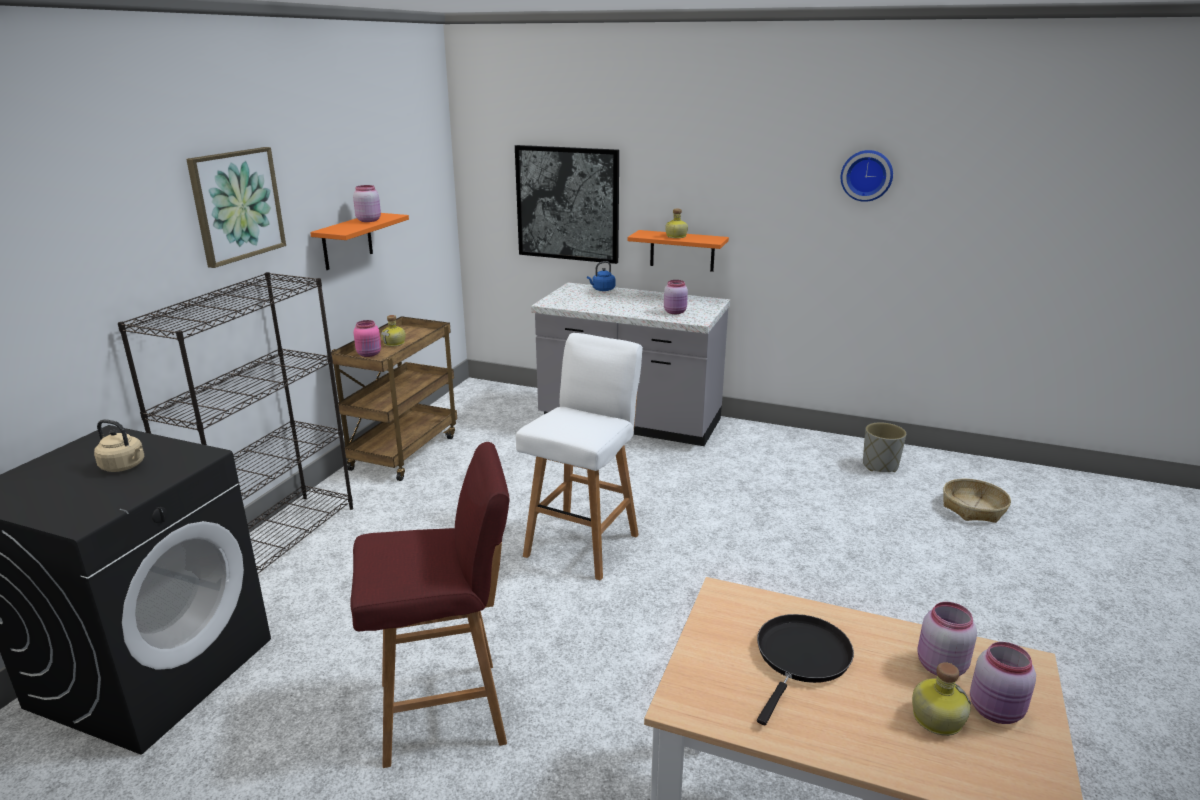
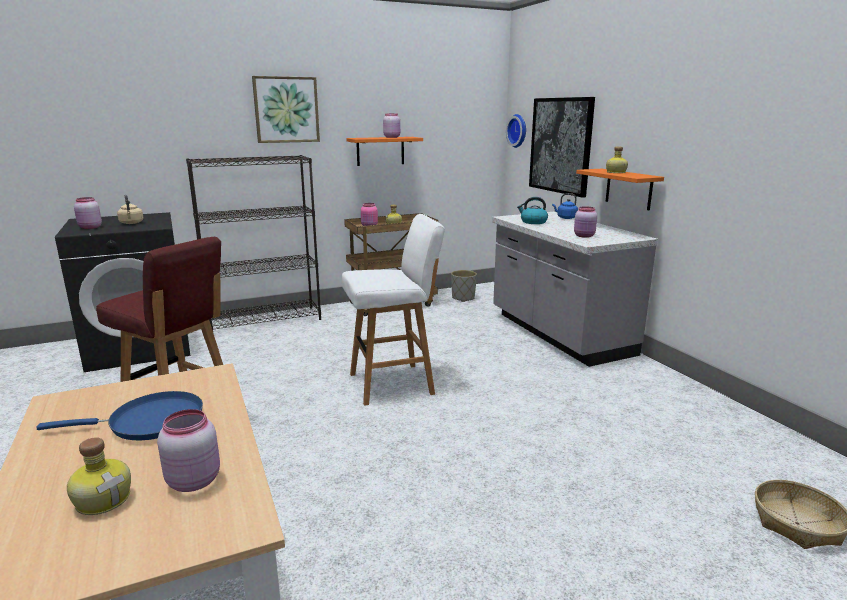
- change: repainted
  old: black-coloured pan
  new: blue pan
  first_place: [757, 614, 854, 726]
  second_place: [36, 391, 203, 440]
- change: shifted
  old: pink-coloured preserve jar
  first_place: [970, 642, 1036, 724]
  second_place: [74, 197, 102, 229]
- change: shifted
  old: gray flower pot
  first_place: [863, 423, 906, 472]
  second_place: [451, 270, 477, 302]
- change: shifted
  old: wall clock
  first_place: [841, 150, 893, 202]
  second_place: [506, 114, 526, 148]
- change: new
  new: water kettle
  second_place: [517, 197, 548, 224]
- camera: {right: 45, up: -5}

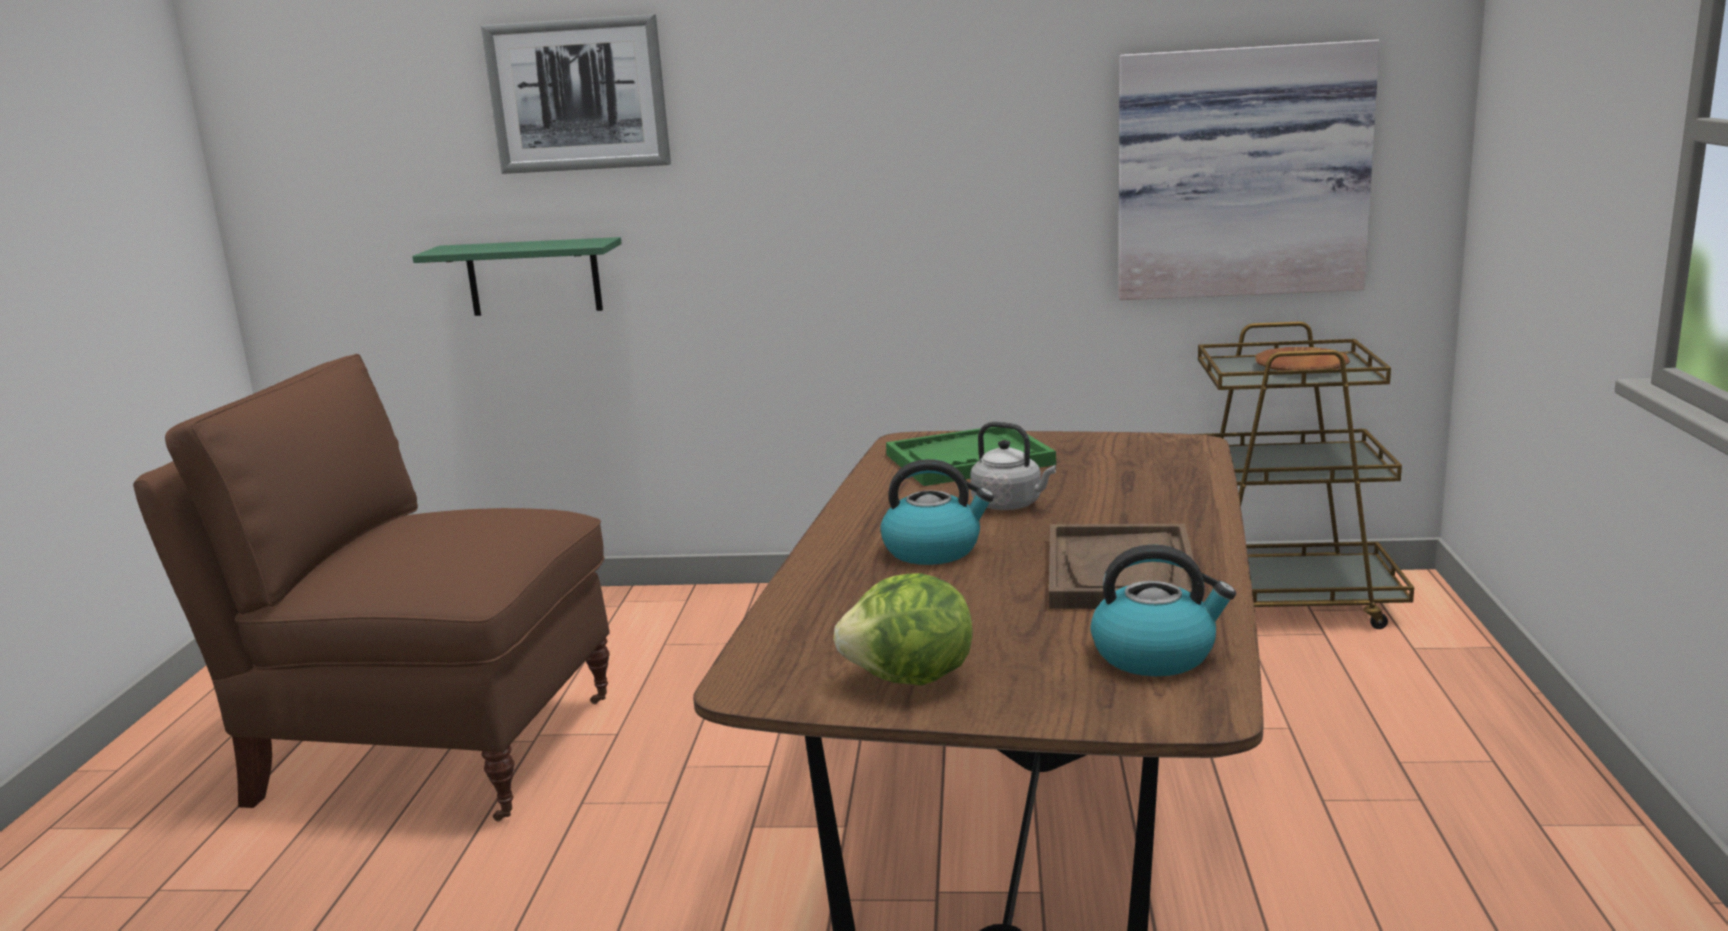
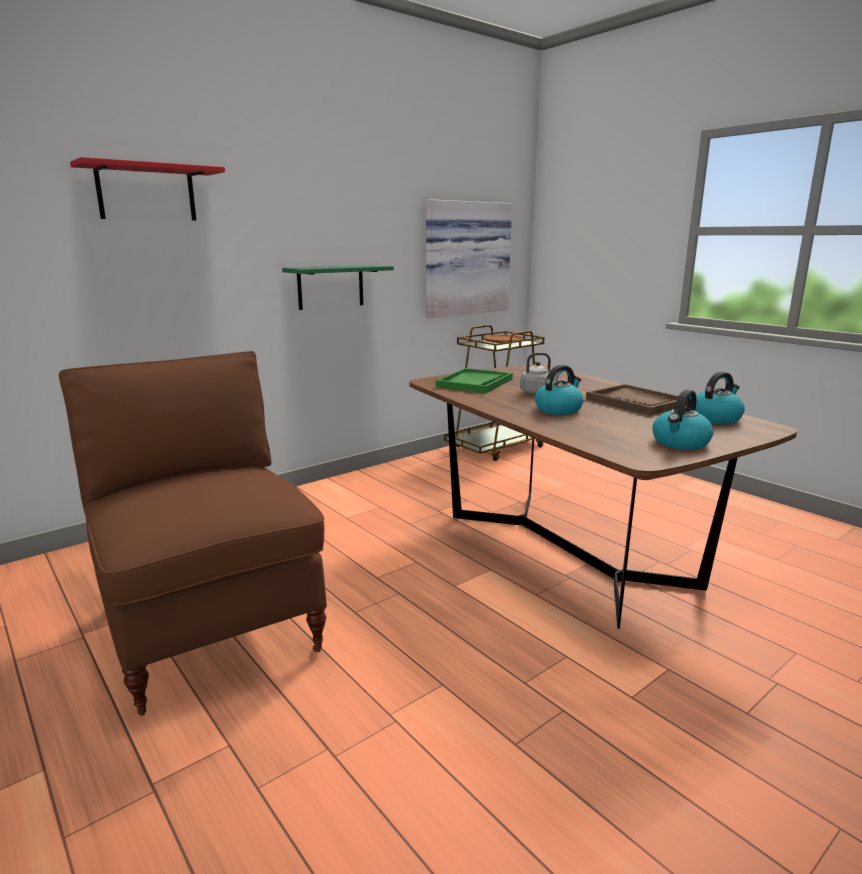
- change: rotated
  old: brown-coloured plain chair
  first_place: [133, 354, 610, 821]
  second_place: [59, 351, 327, 716]
  degrees: 90
- change: swapped
  old: picture
  new: reddish wall shelf
  first_place: [481, 14, 671, 174]
  second_place: [70, 157, 225, 221]
- change: shifted
  old: green-coloured wall shelf
  first_place: [412, 237, 622, 316]
  second_place: [282, 265, 394, 310]
- change: swapped
  old: lettuce head
  new: water kettle
  first_place: [833, 573, 972, 685]
  second_place: [652, 389, 714, 450]
- camera: {right: -45, up: 0}

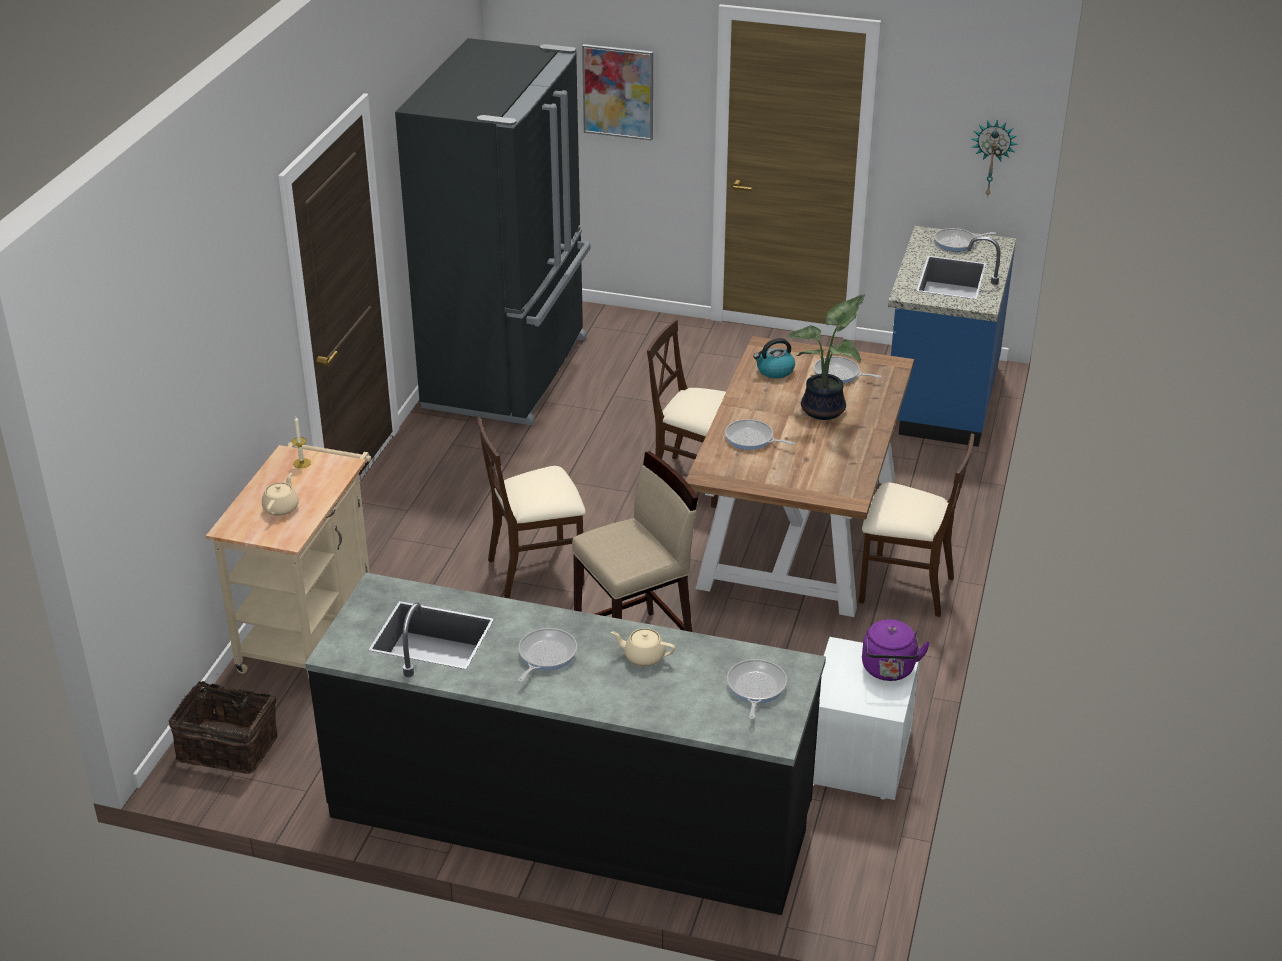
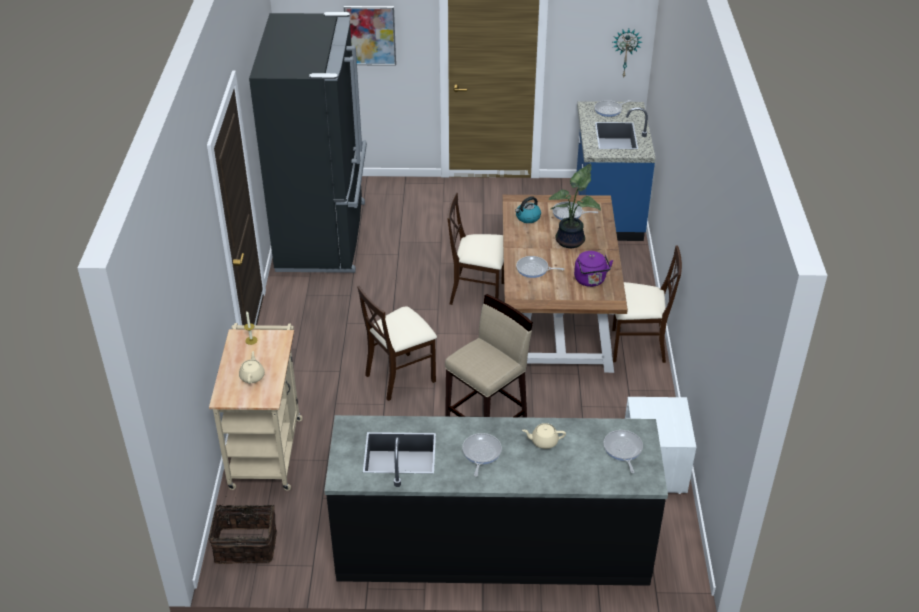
- change: shifted
  old: purple water kettle
  first_place: [862, 619, 930, 681]
  second_place: [574, 251, 613, 287]
- camera: {right: -15, up: 5}

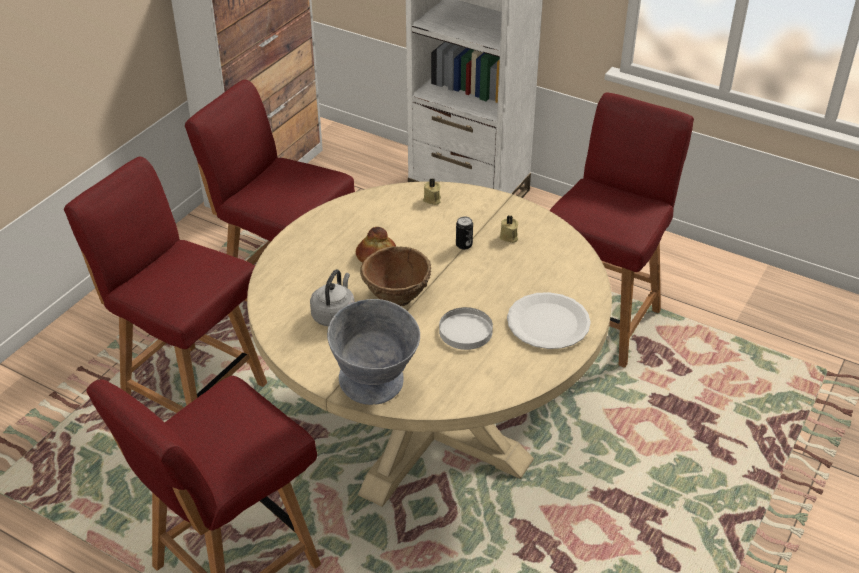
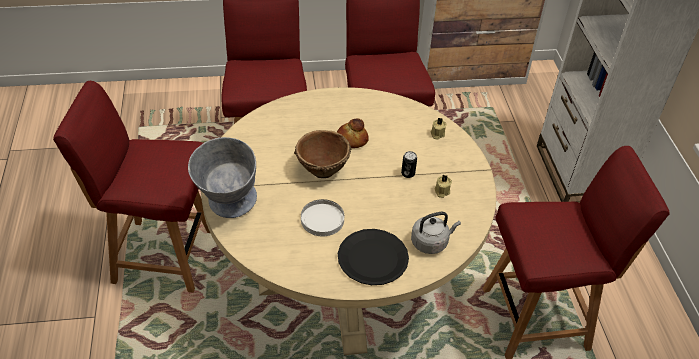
- change: repainted
  old: white dinner plate
  new: black-coloured dinner plate
  first_place: [507, 292, 591, 349]
  second_place: [338, 229, 409, 285]
- change: shifted
  old: gray water kettle
  first_place: [310, 269, 355, 326]
  second_place: [411, 212, 461, 254]
- camera: {right: 50, up: 5}

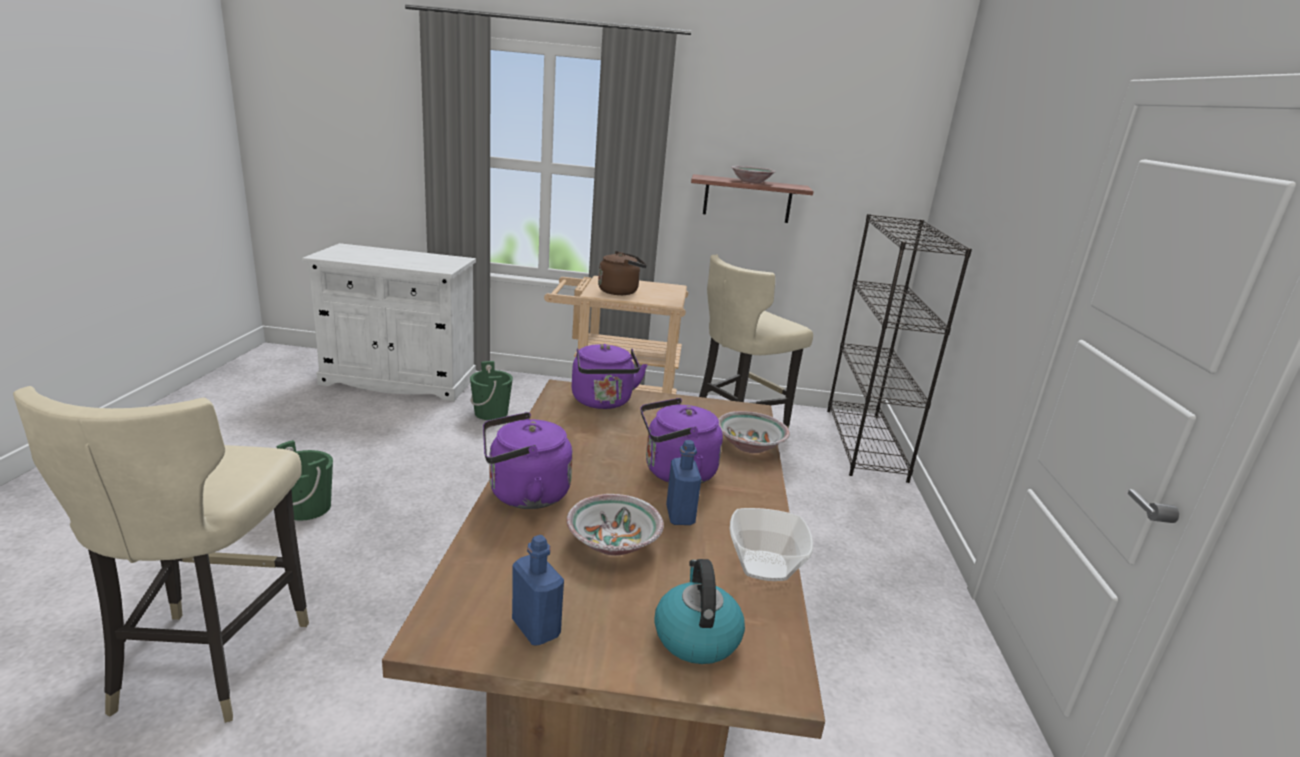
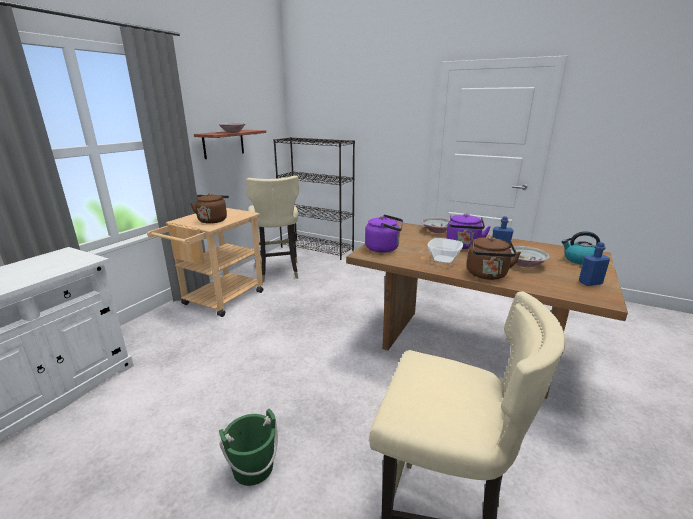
- change: shifted
  old: serving bowl
  first_place: [730, 508, 813, 581]
  second_place: [427, 238, 463, 264]
- change: repainted
  old: purple water kettle
  new: brown-coloured water kettle
  first_place: [483, 412, 573, 509]
  second_place: [467, 237, 521, 280]
- change: gone
  old: green-coloured bucket
  first_place: [470, 361, 513, 420]
- camera: {right: -65, up: 0}

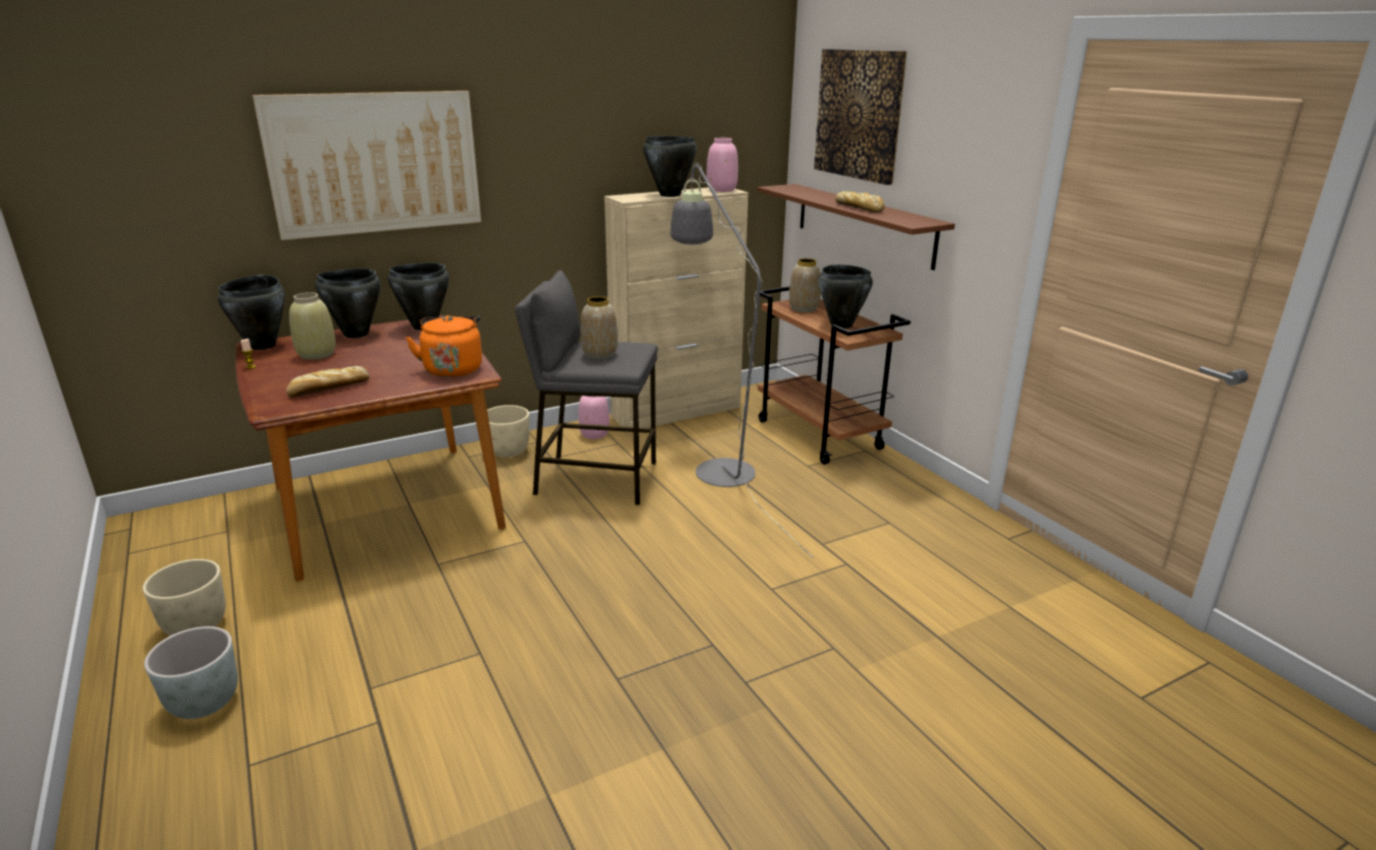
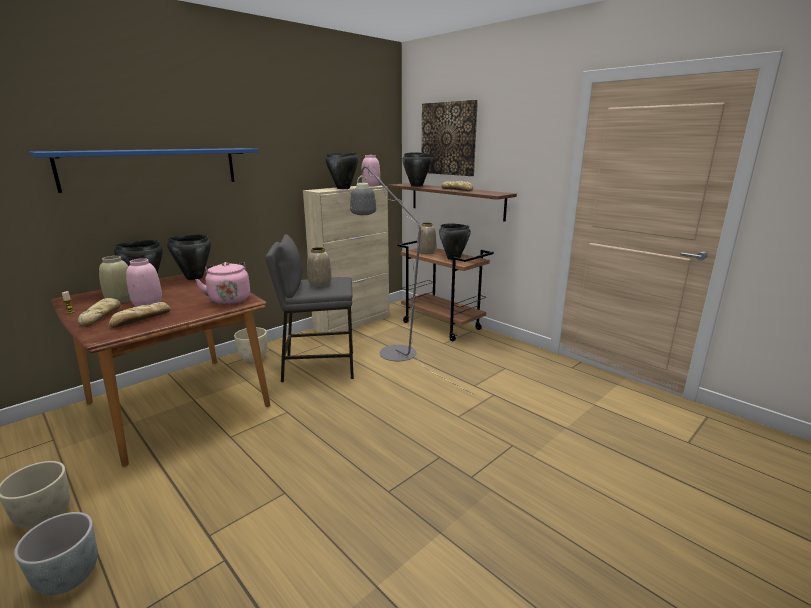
- change: swapped
  old: picture
  new: blue wall shelf
  first_place: [252, 91, 481, 240]
  second_place: [29, 148, 258, 193]
- change: new
  new: bread
  second_place: [78, 298, 121, 327]
- change: shifted
  old: pink-coloured vase
  first_place: [578, 396, 609, 439]
  second_place: [126, 258, 162, 307]
- change: repainted
  old: orangey water kettle
  new: pink-coloured water kettle
  first_place: [405, 315, 482, 377]
  second_place: [195, 262, 250, 304]
- change: shifted
  old: black-coloured stockpot
  first_place: [217, 274, 285, 350]
  second_place: [402, 152, 432, 187]
- camera: {right: -15, up: -5}

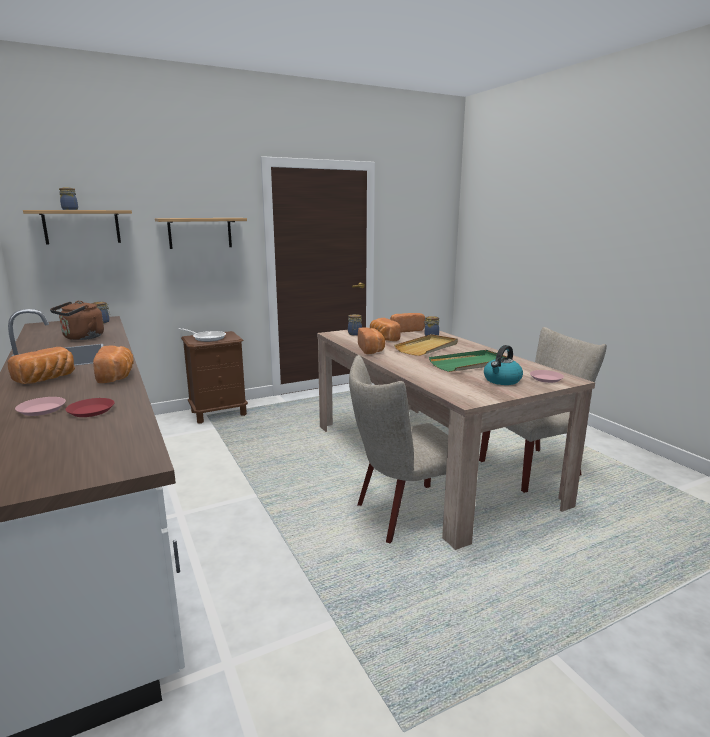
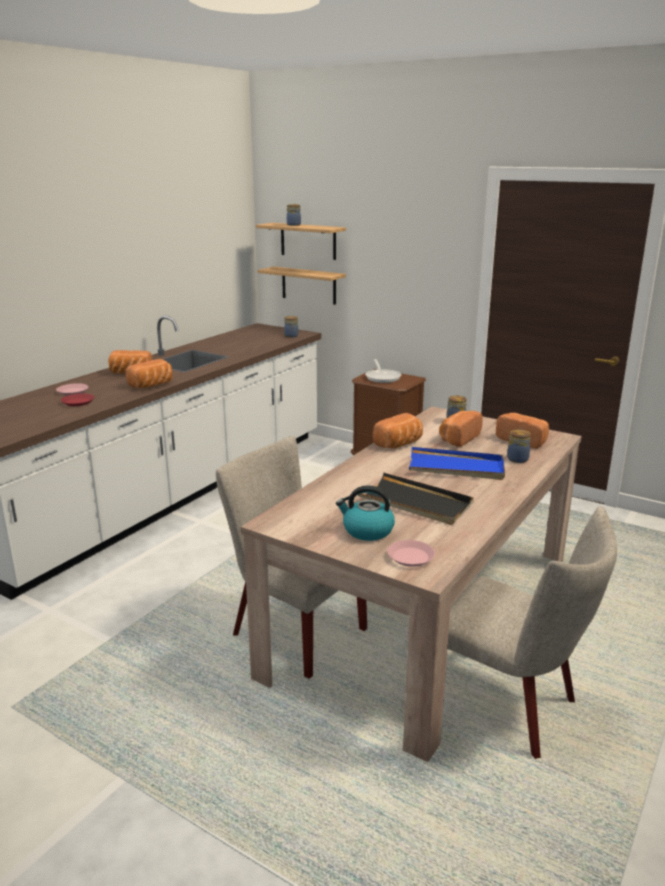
- change: shifted
  old: wall shelf
  first_place: [155, 218, 247, 249]
  second_place: [258, 266, 346, 305]
- change: repainted
  old: green-coloured serving tray
  new: black-coloured serving tray
  first_place: [429, 350, 507, 372]
  second_place: [358, 473, 474, 525]
- change: repainted
  old: sand-coloured serving tray
  new: blue serving tray
  first_place: [394, 334, 458, 356]
  second_place: [409, 447, 505, 480]
- change: gone
  old: brown-coloured water kettle
  first_place: [50, 301, 104, 340]
- camera: {right: 60, up: 5}

